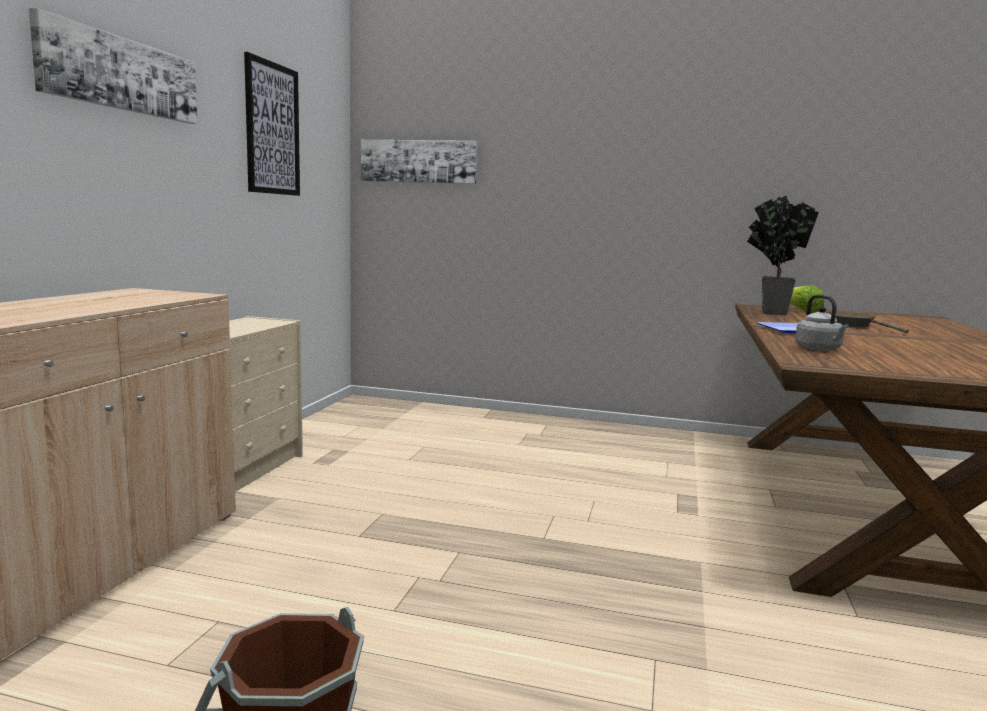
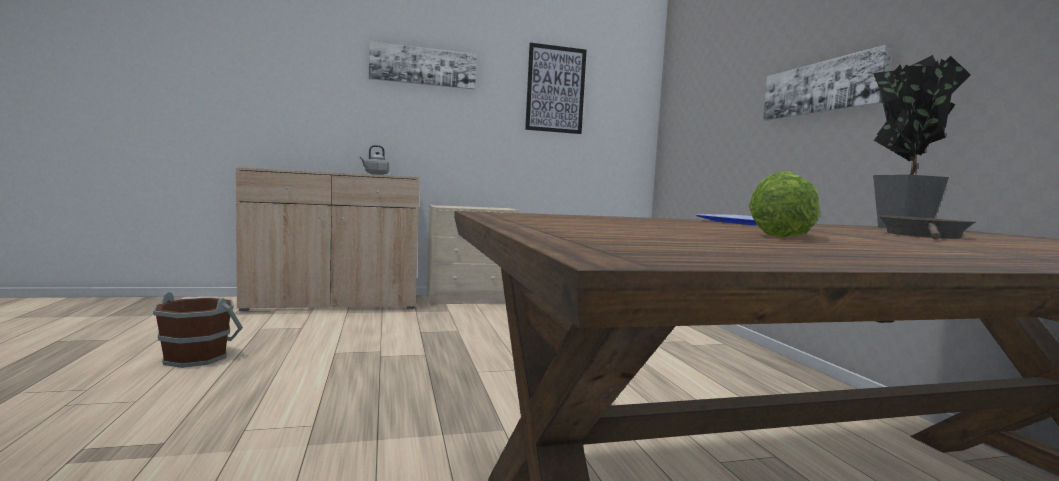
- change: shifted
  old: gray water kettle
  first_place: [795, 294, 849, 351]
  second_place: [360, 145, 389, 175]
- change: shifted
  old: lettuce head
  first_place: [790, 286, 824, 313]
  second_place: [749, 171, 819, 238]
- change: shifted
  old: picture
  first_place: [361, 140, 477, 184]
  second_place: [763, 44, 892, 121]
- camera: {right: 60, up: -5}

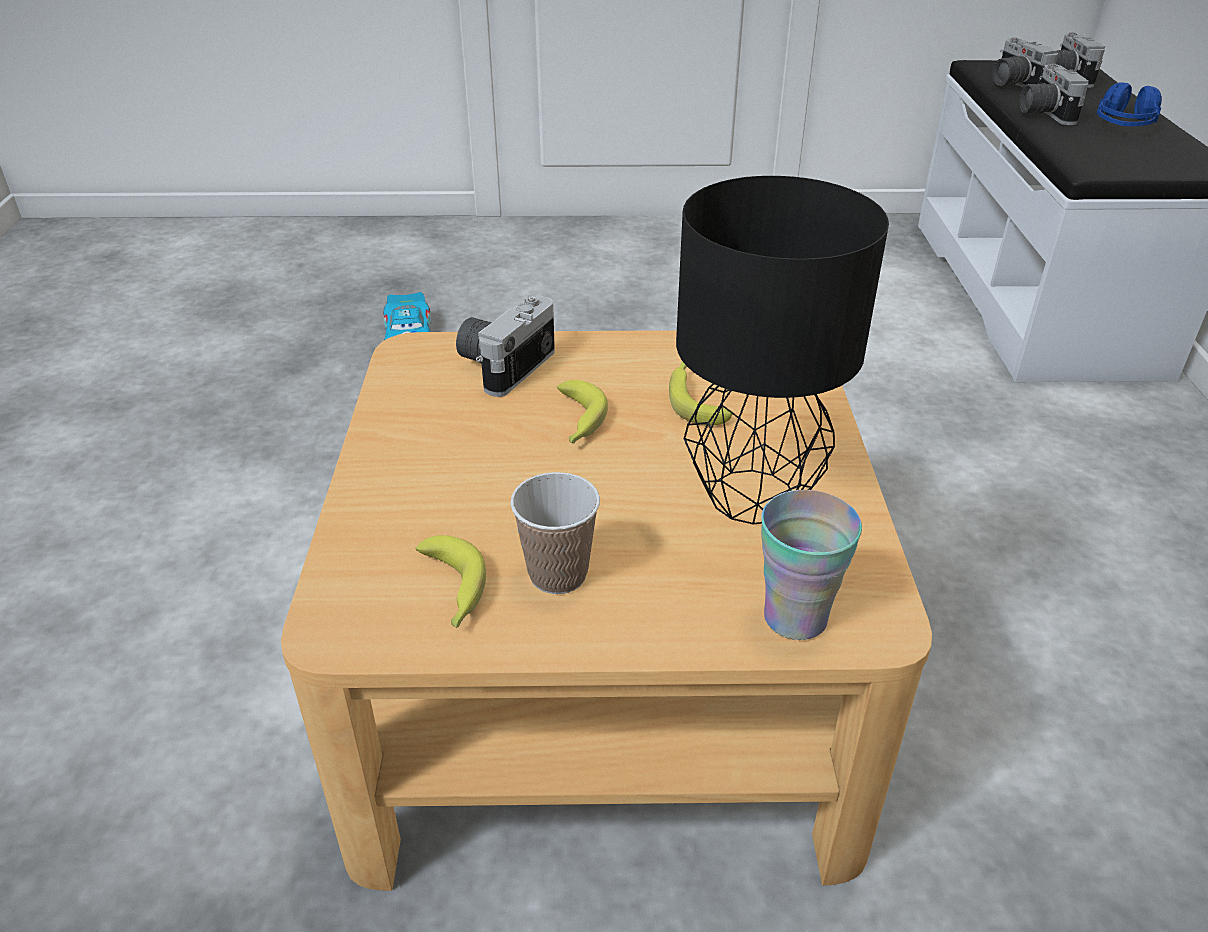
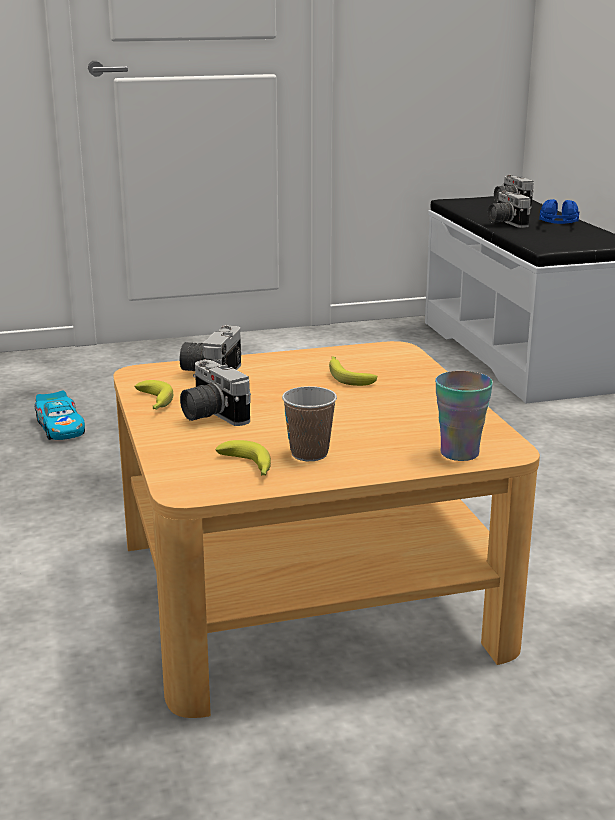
- change: shifted
  old: whole banana
  first_place: [557, 380, 608, 443]
  second_place: [134, 380, 173, 410]
- change: shifted
  old: photo camera
  first_place: [992, 38, 1058, 87]
  second_place: [180, 360, 251, 426]
- change: gone
  old: black-coloured lamp for a table
  first_place: [676, 176, 889, 525]
- camera: {right: -15, up: -15}

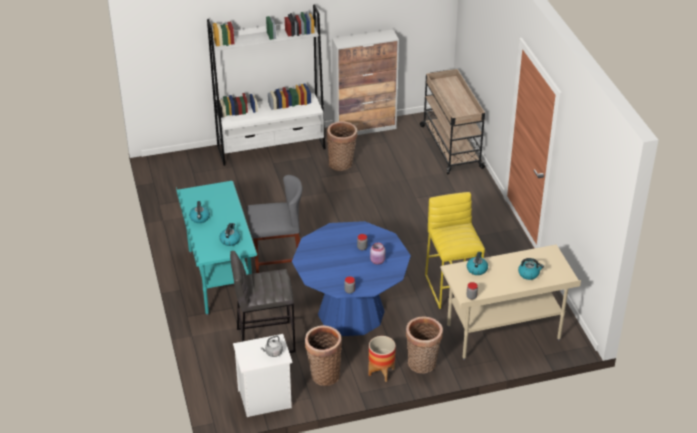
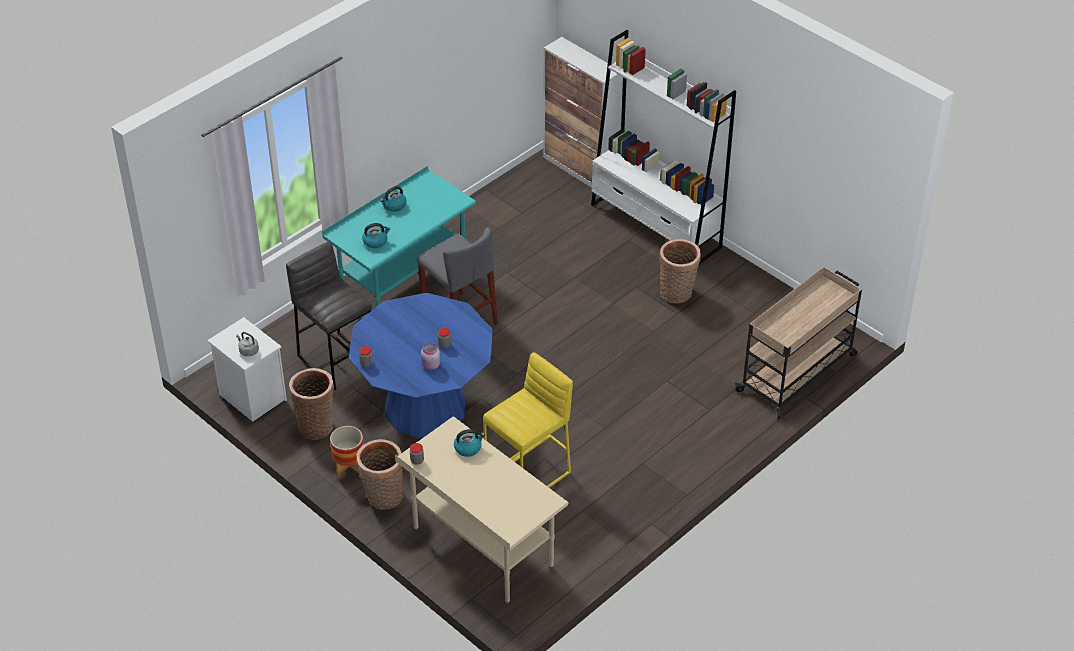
- change: shifted
  old: storage cabinet
  first_place: [332, 29, 399, 135]
  second_place: [543, 37, 622, 188]
- change: gone
  old: water kettle
  first_place: [518, 258, 544, 280]
- camera: {right: 60, up: 5}

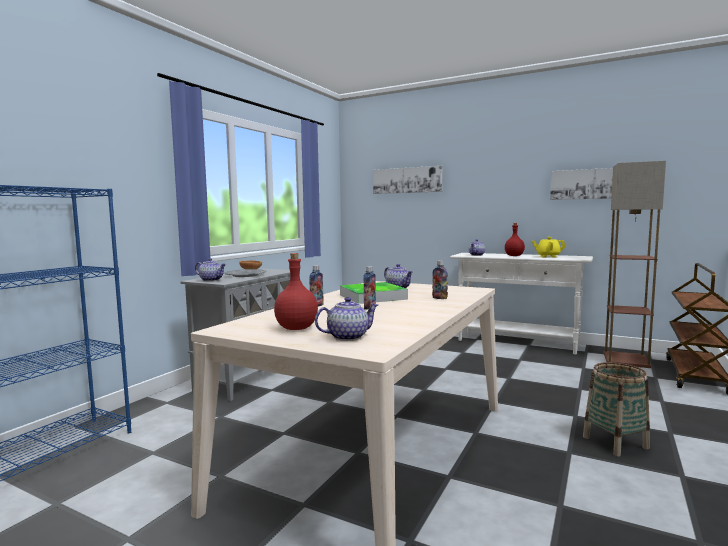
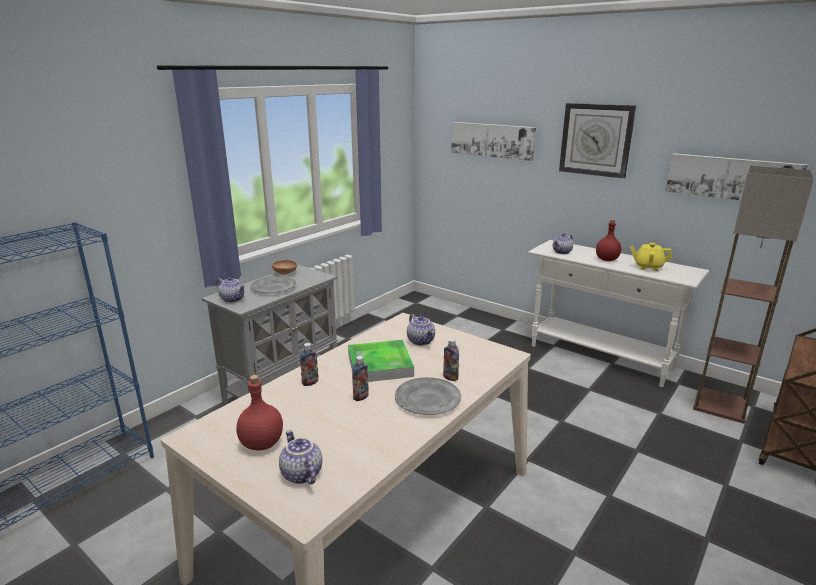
- change: rotated
  old: pot for tea
  first_place: [315, 297, 378, 341]
  second_place: [279, 430, 322, 485]
  degrees: -105
- change: new
  new: gray dinner plate
  second_place: [395, 377, 461, 415]
- change: new
  new: wall clock
  second_place: [559, 103, 636, 179]
- change: gone
  old: basket
  first_place: [583, 362, 650, 456]
- camera: {right: 10, up: 15}

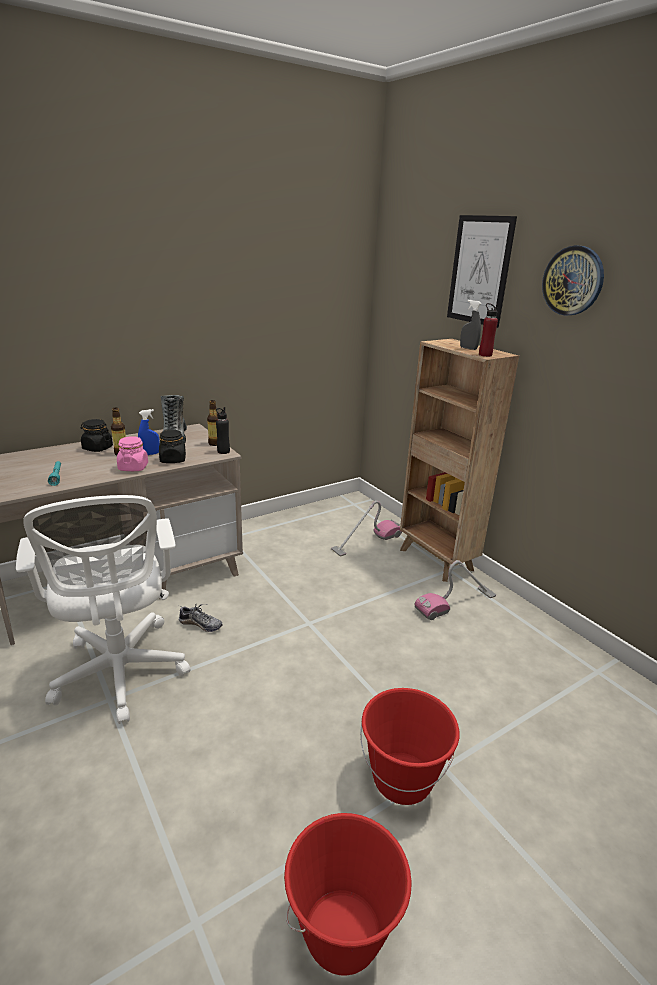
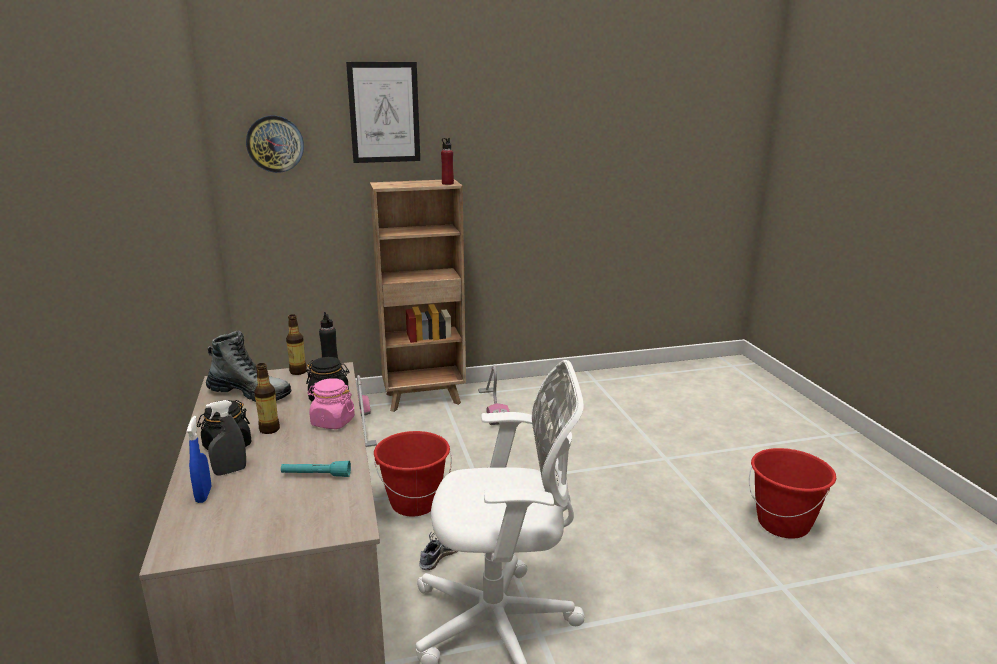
- change: shifted
  old: blue hand sprayer
  first_place: [138, 409, 160, 455]
  second_place: [187, 416, 211, 503]
- change: shifted
  old: gray hand sprayer
  first_place: [460, 300, 482, 350]
  second_place: [205, 400, 246, 476]
- change: shifted
  old: wall clock
  first_place: [542, 246, 604, 316]
  second_place: [246, 116, 304, 173]
- change: shifted
  old: reddish bucket
  first_place: [360, 688, 460, 805]
  second_place: [374, 431, 452, 516]
- camera: {right: -70, up: -5}

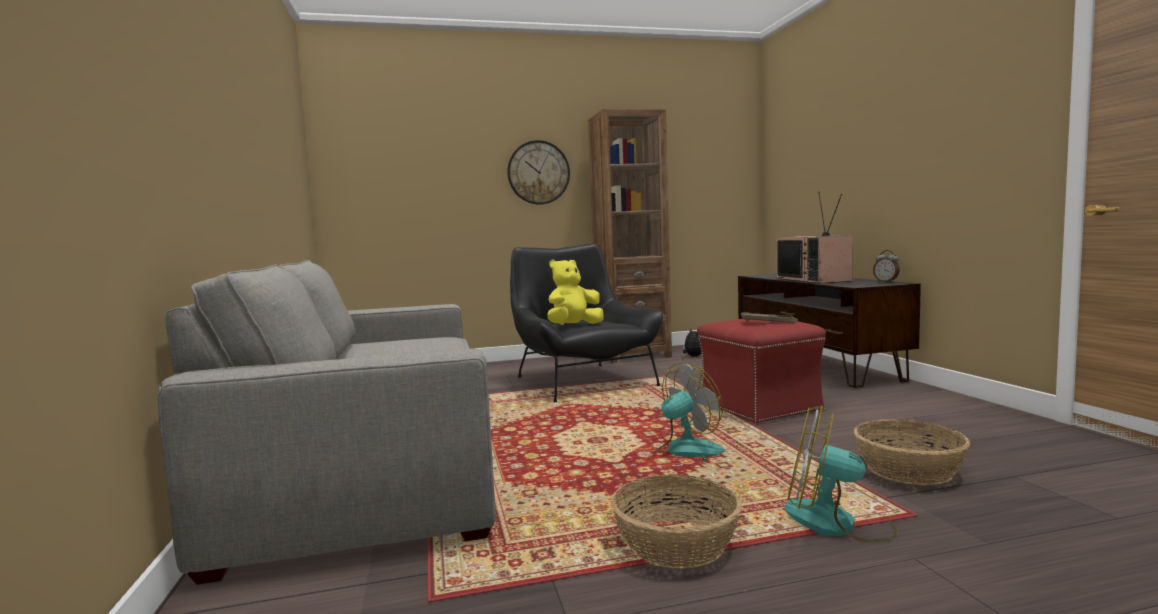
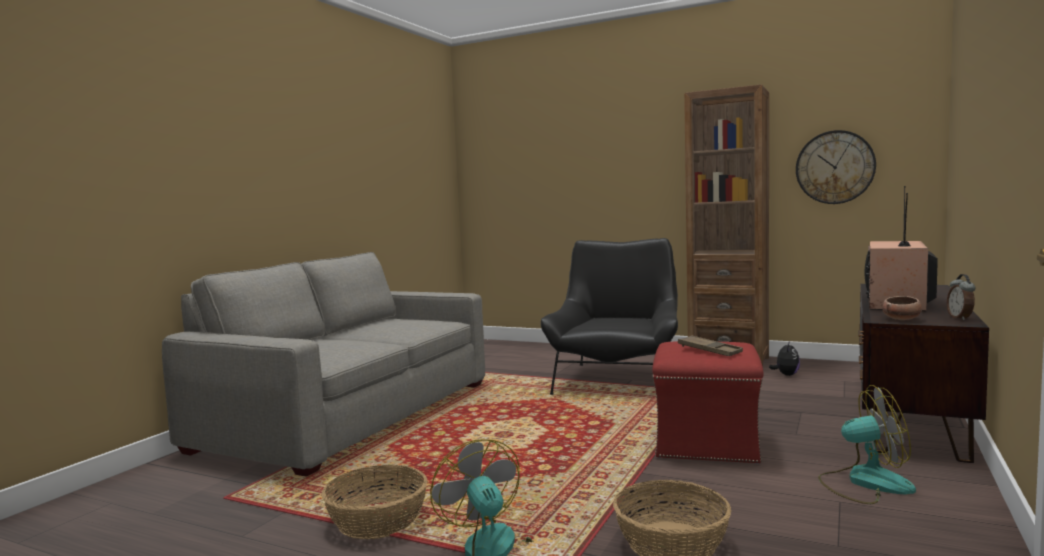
- change: shifted
  old: wall clock
  first_place: [507, 140, 570, 205]
  second_place: [796, 130, 876, 204]
- change: shifted
  old: cooling fan
  first_place: [648, 363, 725, 462]
  second_place: [818, 385, 916, 504]
- change: new
  new: serving bowl
  second_place: [882, 296, 922, 320]
- change: gone
  old: yellow-coloured soft toy
  first_place: [547, 260, 604, 325]
- camera: {right: 40, up: 0}

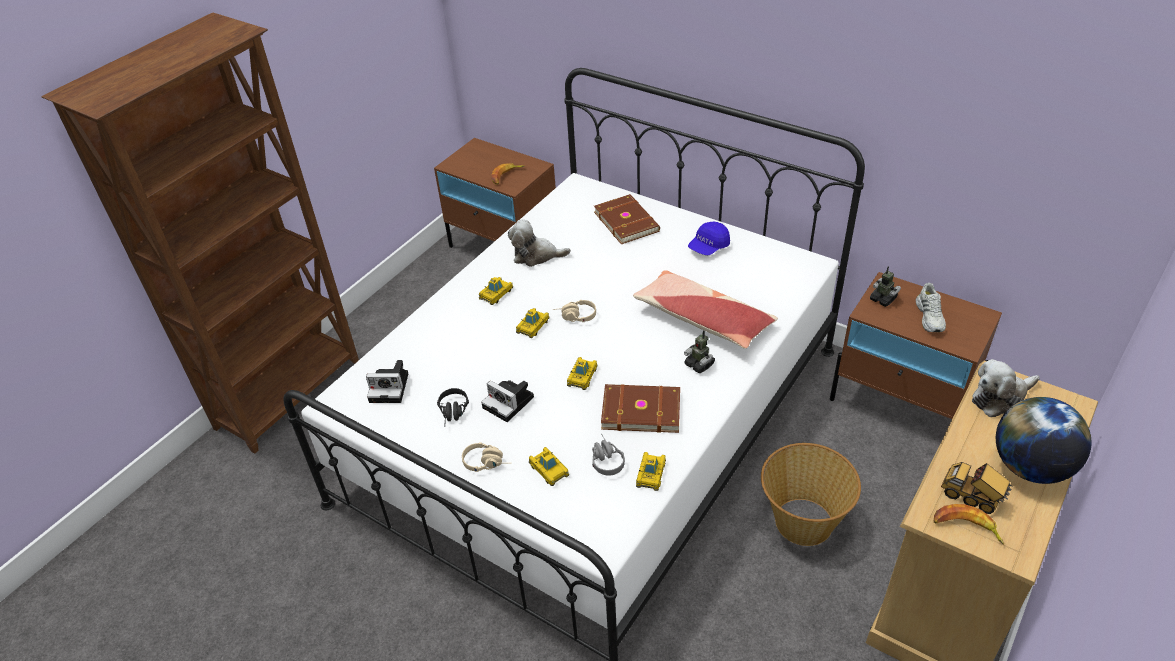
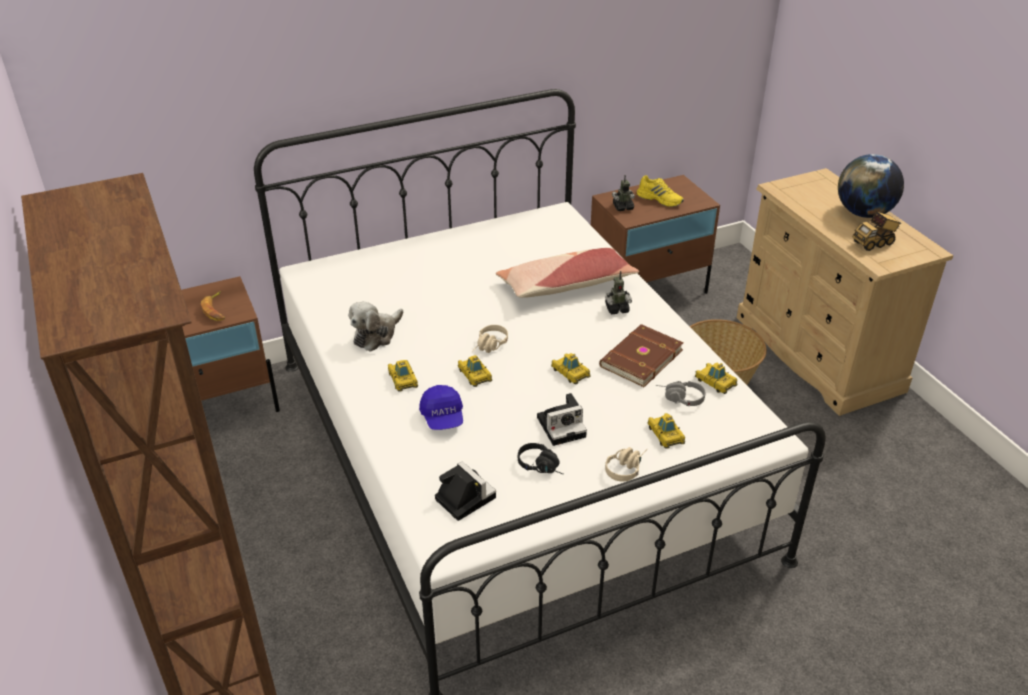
- change: shifted
  old: blue peaked cap
  first_place: [688, 221, 730, 255]
  second_place: [419, 385, 463, 430]
- change: rotated
  old: photo camera
  first_place: [366, 360, 408, 403]
  second_place: [435, 461, 496, 521]
  degrees: -75
- change: repainted
  old: white item of footwear
  new: yellow-coloured item of footwear
  first_place: [916, 283, 946, 332]
  second_place: [637, 175, 684, 207]
- change: rotated
  old: miniature car
  first_place: [529, 447, 569, 486]
  second_place: [648, 413, 685, 449]
  degrees: -105
- change: gone
  old: brown-coloured volume
  first_place: [594, 194, 660, 244]
- change: gone
  old: whole banana
  first_place: [934, 504, 1004, 545]
- change: gone
  old: soft toy
  first_place: [972, 359, 1040, 417]
- camera: {right: -60, up: -5}

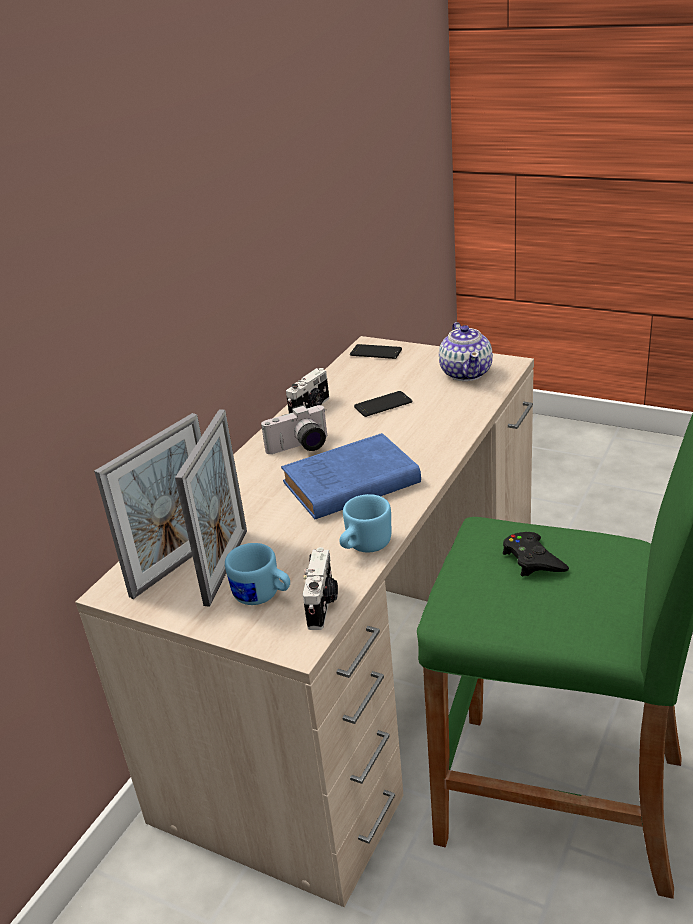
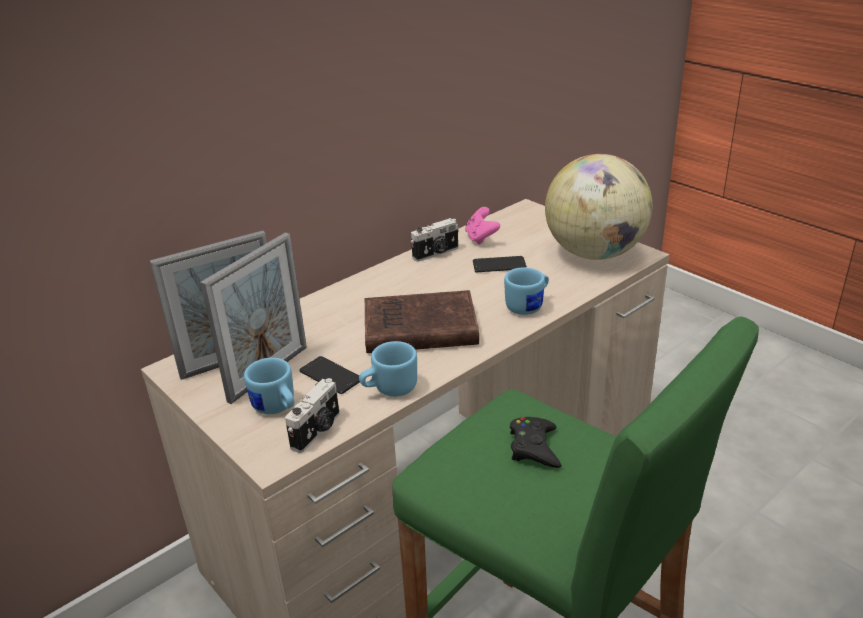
- change: shifted
  old: handset
  first_place: [350, 344, 402, 359]
  second_place: [299, 356, 360, 394]
- change: repainted
  old: blue volume
  new: brown-coloured volume
  first_place: [281, 433, 421, 519]
  second_place: [365, 290, 479, 353]
- change: new
  new: pink-coloured joypad
  second_place: [465, 207, 500, 245]
- change: new
  new: blue tea mug
  second_place: [504, 267, 549, 315]
- change: swapped
  old: pot for tea
  new: desk globe
  first_place: [439, 322, 493, 381]
  second_place: [545, 154, 652, 260]
- change: gone
  old: photo camera
  first_place: [261, 405, 327, 454]
- camera: {right: 20, up: 0}

